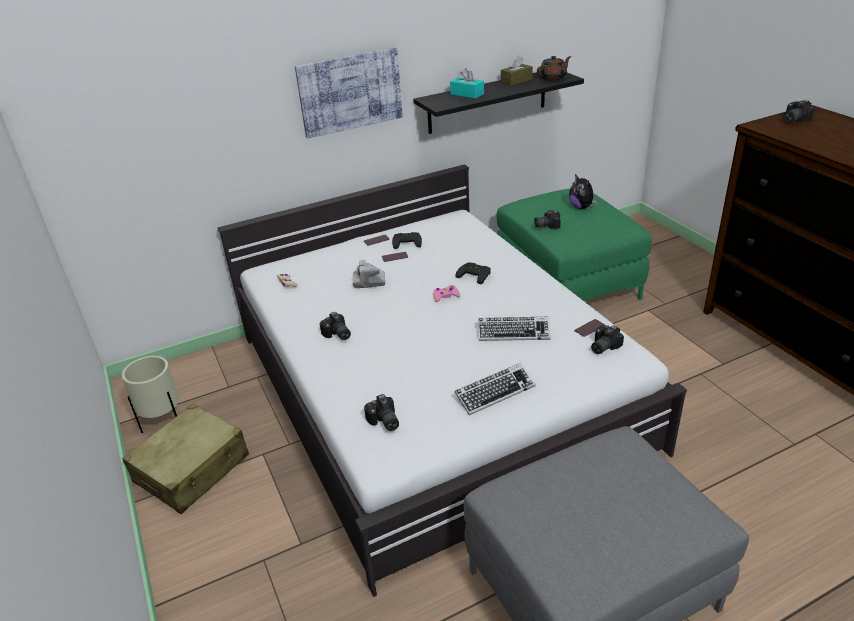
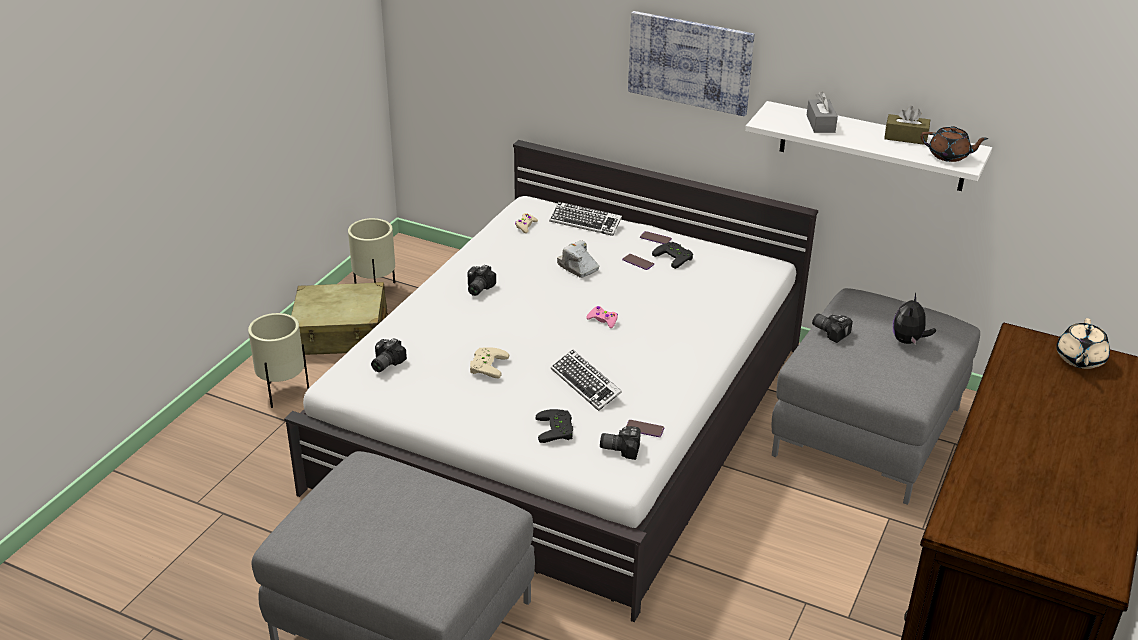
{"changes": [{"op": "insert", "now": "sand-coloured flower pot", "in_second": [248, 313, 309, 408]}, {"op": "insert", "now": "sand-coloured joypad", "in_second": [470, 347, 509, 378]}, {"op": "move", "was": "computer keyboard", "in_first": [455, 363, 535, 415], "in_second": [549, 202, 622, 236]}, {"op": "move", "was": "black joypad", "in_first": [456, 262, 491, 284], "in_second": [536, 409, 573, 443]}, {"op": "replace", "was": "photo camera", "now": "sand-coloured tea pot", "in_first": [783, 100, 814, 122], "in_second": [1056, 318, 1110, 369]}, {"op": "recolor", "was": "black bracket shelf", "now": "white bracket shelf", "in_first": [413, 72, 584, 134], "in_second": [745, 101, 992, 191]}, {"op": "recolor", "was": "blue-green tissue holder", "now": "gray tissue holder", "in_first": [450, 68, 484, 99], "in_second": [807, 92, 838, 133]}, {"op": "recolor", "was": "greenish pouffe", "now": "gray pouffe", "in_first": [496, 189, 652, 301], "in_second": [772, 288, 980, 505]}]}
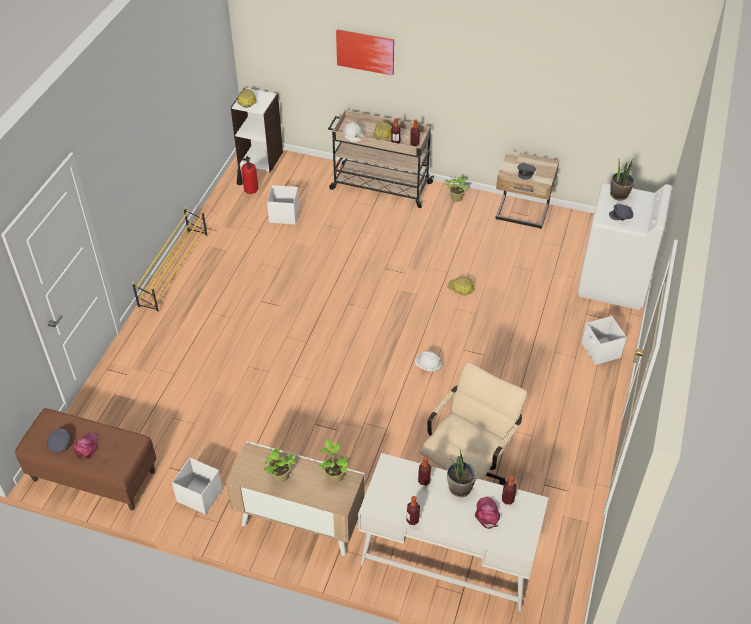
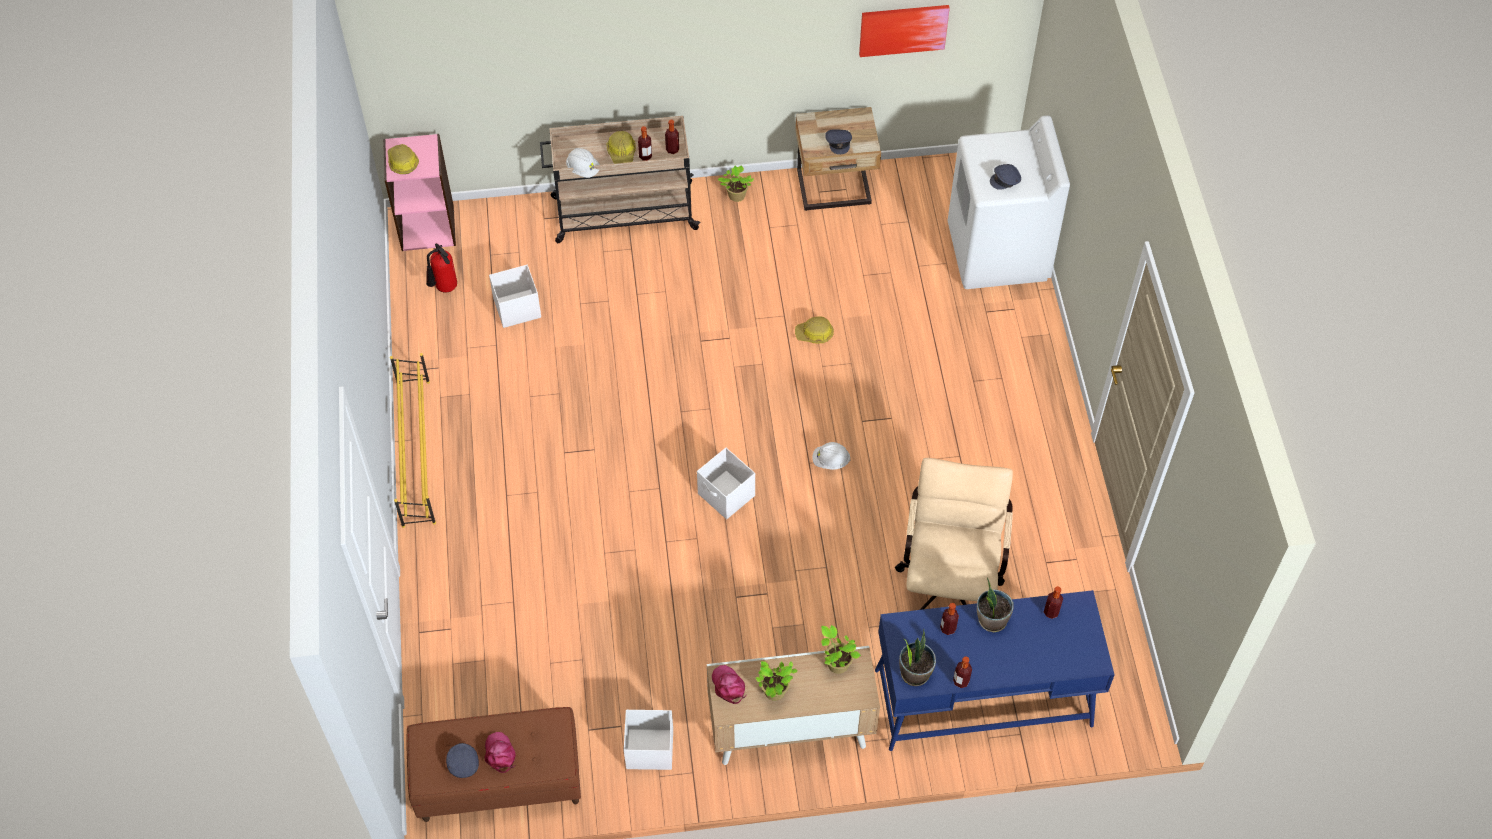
{"changes": [{"op": "move", "was": "wall art", "in_first": [336, 29, 394, 75], "in_second": [859, 5, 950, 57]}, {"op": "move", "was": "pink baseball cap", "in_first": [475, 497, 500, 529], "in_second": [712, 665, 747, 704]}, {"op": "move", "was": "white storage bin", "in_first": [582, 316, 627, 365], "in_second": [697, 448, 755, 519]}, {"op": "move", "was": "houseplant", "in_first": [610, 158, 635, 201], "in_second": [899, 629, 936, 686]}, {"op": "recolor", "was": "white bookshelf", "now": "pink bookshelf", "in_first": [231, 87, 283, 172], "in_second": [383, 134, 456, 251]}, {"op": "recolor", "was": "white desk", "now": "bluish desk", "in_first": [358, 453, 549, 612], "in_second": [875, 590, 1115, 751]}]}
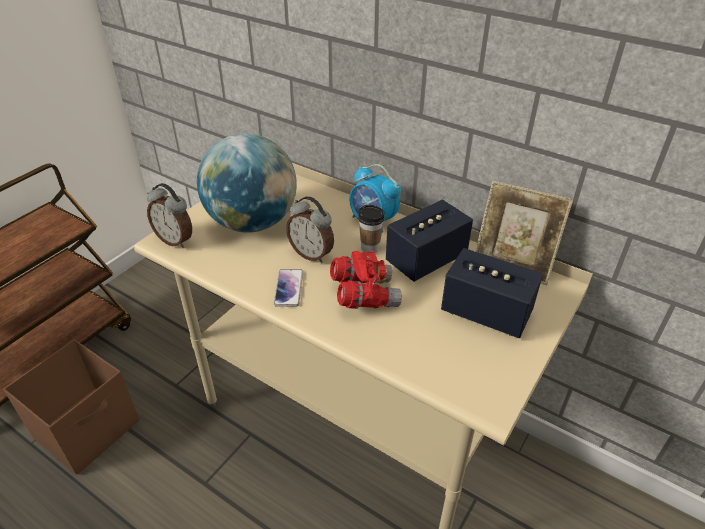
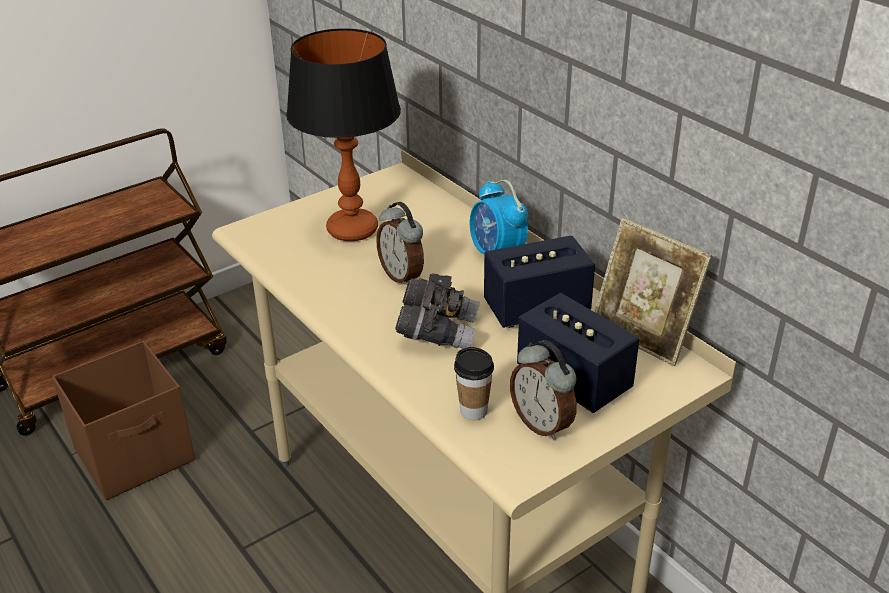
{"changes": [{"op": "delete", "was": "handset", "in_first": [274, 269, 303, 307]}, {"op": "move", "was": "alarm clock", "in_first": [147, 183, 192, 248], "in_second": [510, 340, 577, 440]}, {"op": "move", "was": "small cup", "in_first": [358, 205, 385, 253], "in_second": [454, 347, 494, 420]}, {"op": "replace", "was": "world globe", "now": "table lamp", "in_first": [197, 134, 297, 233], "in_second": [286, 28, 401, 241]}, {"op": "recolor", "was": "red pair of binoculars", "now": "gray pair of binoculars", "in_first": [330, 251, 402, 309], "in_second": [395, 273, 480, 349]}]}
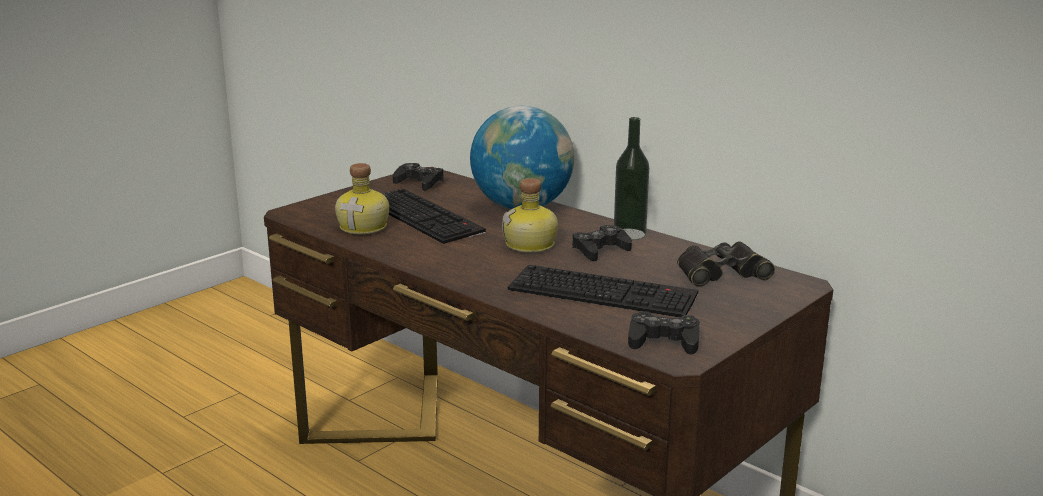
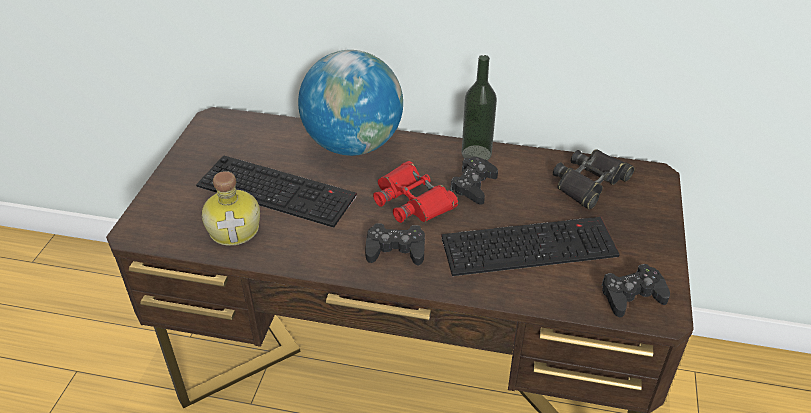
{"changes": [{"op": "move", "was": "black joypad", "in_first": [393, 163, 444, 191], "in_second": [365, 223, 425, 265]}, {"op": "replace", "was": "beverage bottle", "now": "red pair of binoculars", "in_first": [502, 178, 558, 253], "in_second": [373, 161, 458, 223]}]}
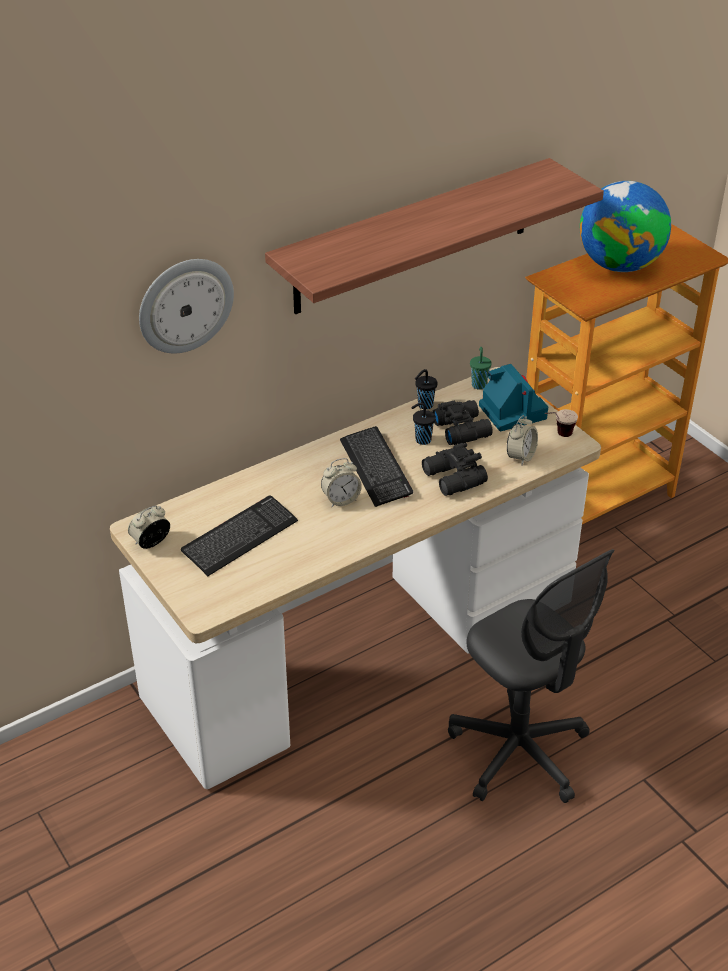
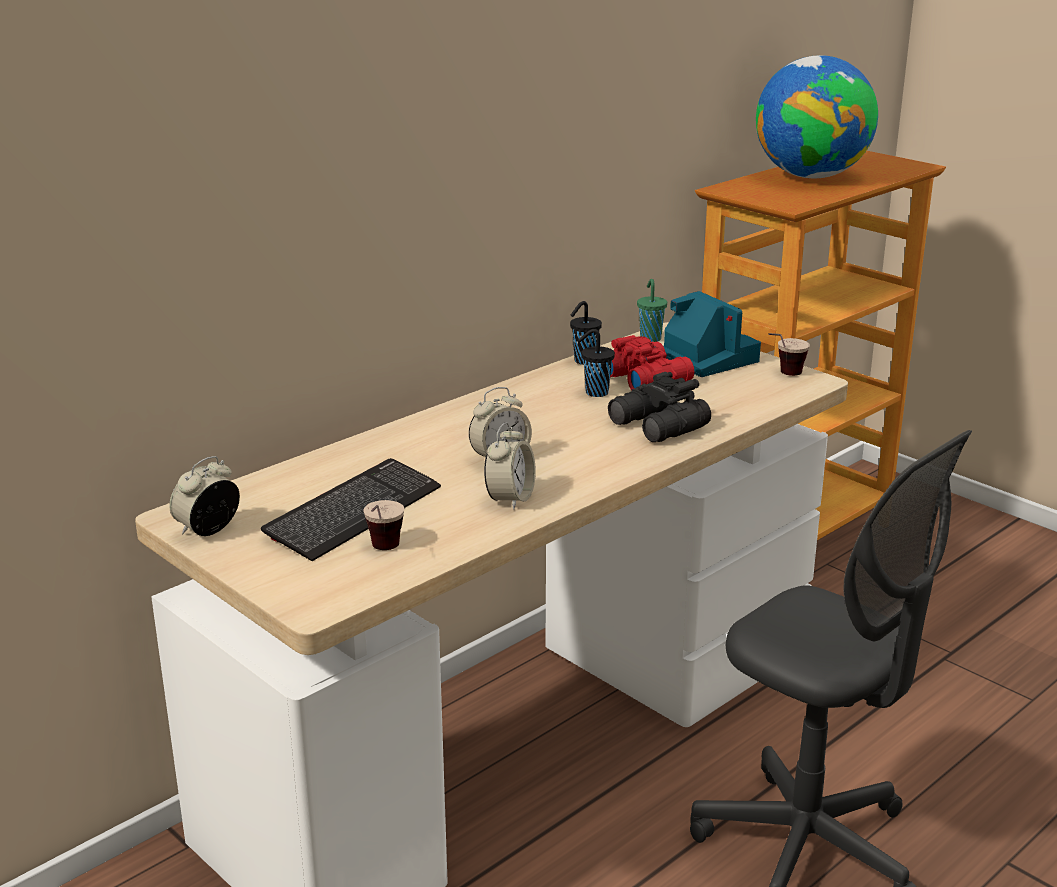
{"changes": [{"op": "delete", "was": "clock on the wall", "in_first": [139, 259, 234, 353]}, {"op": "delete", "was": "bracket shelf", "in_first": [265, 158, 604, 314]}, {"op": "delete", "was": "computer keyboard", "in_first": [340, 426, 413, 507]}, {"op": "insert", "now": "small cup", "in_second": [363, 500, 404, 550]}, {"op": "move", "was": "alarm clock", "in_first": [507, 415, 538, 465], "in_second": [484, 422, 536, 510]}, {"op": "recolor", "was": "black pair of binoculars", "now": "red pair of binoculars", "in_first": [432, 400, 493, 445], "in_second": [610, 335, 694, 390]}]}
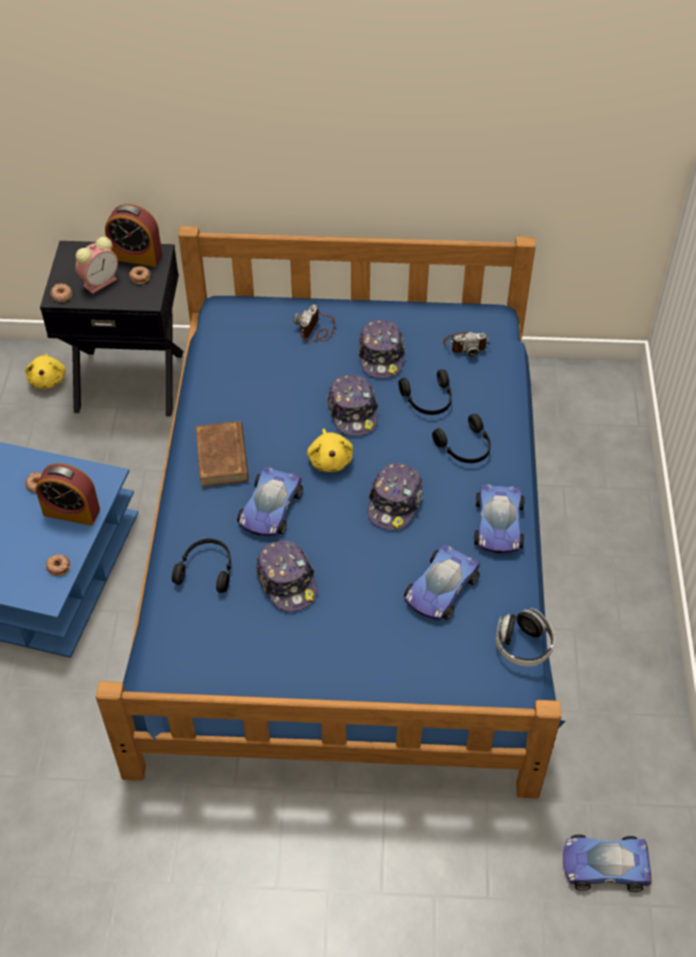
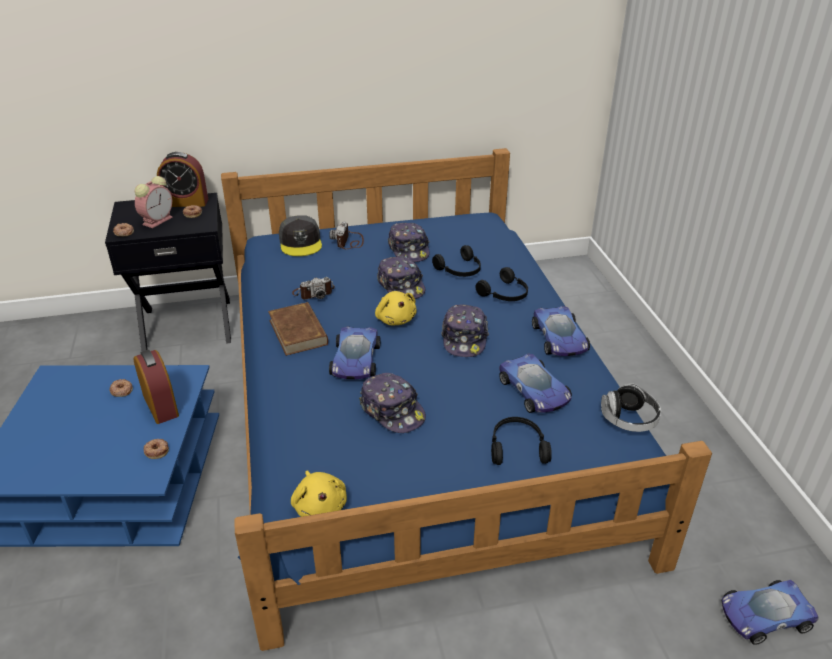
{"changes": [{"op": "insert", "now": "gray baseball cap", "in_second": [279, 215, 322, 256]}, {"op": "move", "was": "yellow cuddly toy", "in_first": [25, 354, 66, 389], "in_second": [291, 470, 347, 517]}, {"op": "move", "was": "black headset", "in_first": [172, 539, 231, 593], "in_second": [491, 417, 552, 465]}, {"op": "move", "was": "photo camera", "in_first": [443, 332, 490, 357], "in_second": [292, 277, 335, 299]}, {"op": "rotate", "was": "alarm clock", "in_first": [36, 463, 100, 526], "in_second": [134, 350, 179, 424], "clockwise": -120}, {"op": "rotate", "was": "model car", "in_first": [404, 544, 480, 620], "in_second": [499, 354, 572, 413], "clockwise": -45}]}
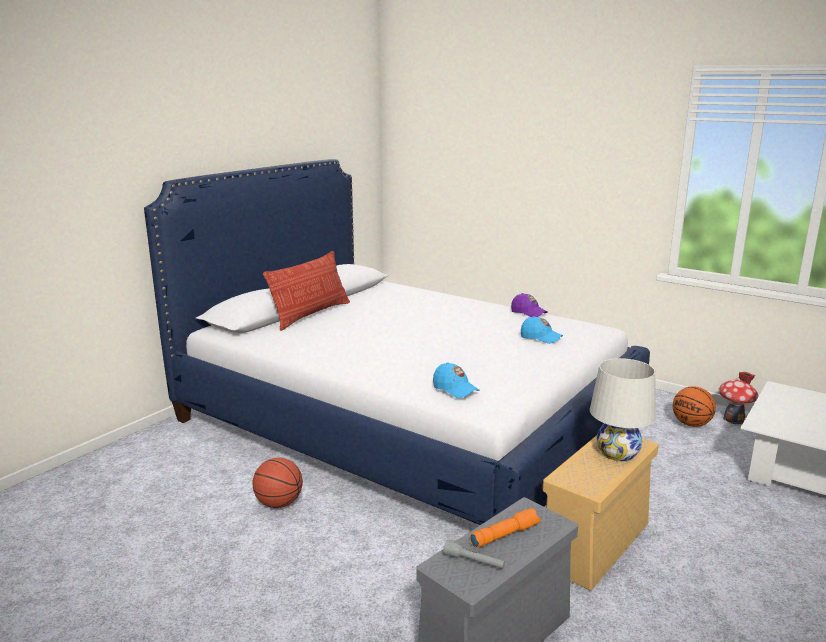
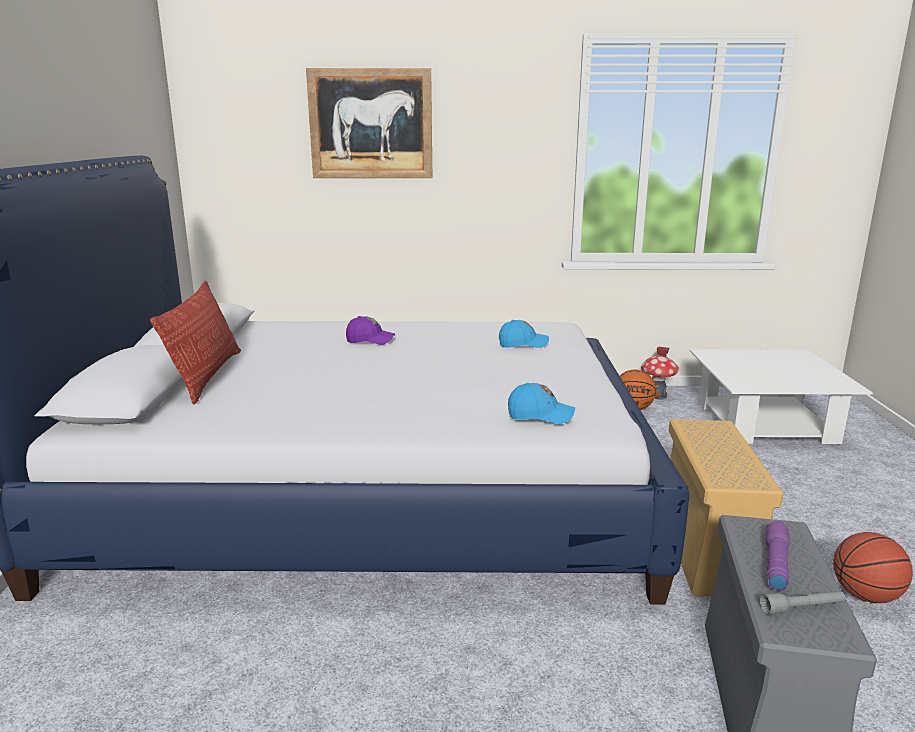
{"changes": [{"op": "delete", "was": "white table lamp", "in_first": [590, 358, 656, 461]}, {"op": "insert", "now": "wall art", "in_second": [306, 68, 432, 178]}, {"op": "move", "was": "basketball", "in_first": [253, 458, 303, 508], "in_second": [833, 532, 913, 603]}, {"op": "move", "was": "purple-coloured baseball cap", "in_first": [511, 293, 548, 317], "in_second": [346, 316, 395, 345]}, {"op": "recolor", "was": "orange torch", "now": "purple-coloured torch", "in_first": [470, 508, 540, 548], "in_second": [766, 521, 790, 591]}]}
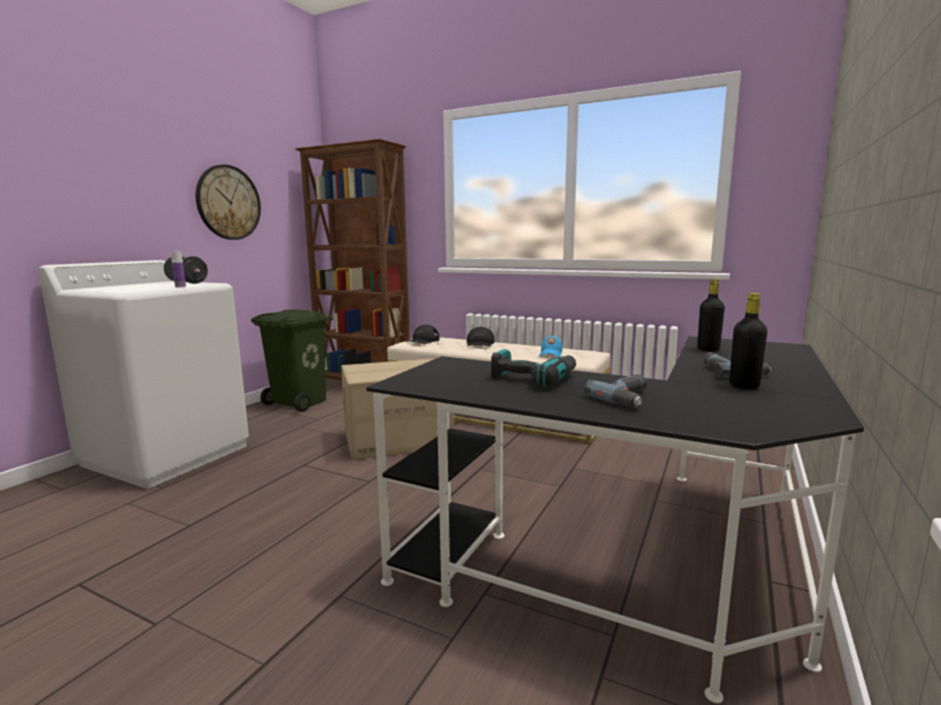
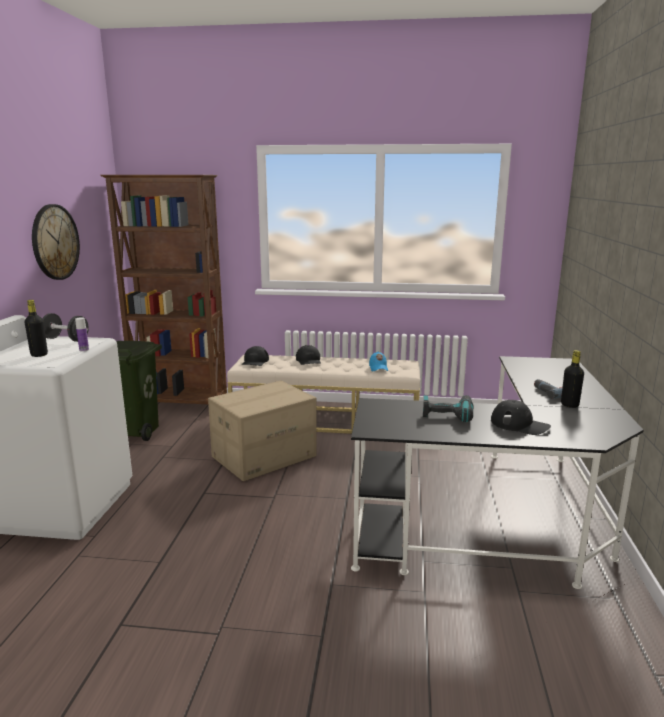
{"changes": [{"op": "move", "was": "black beverage bottle", "in_first": [697, 279, 725, 351], "in_second": [24, 300, 48, 357]}, {"op": "replace", "was": "electric drill", "now": "black baseball cap", "in_first": [584, 375, 647, 408], "in_second": [491, 400, 551, 435]}]}
